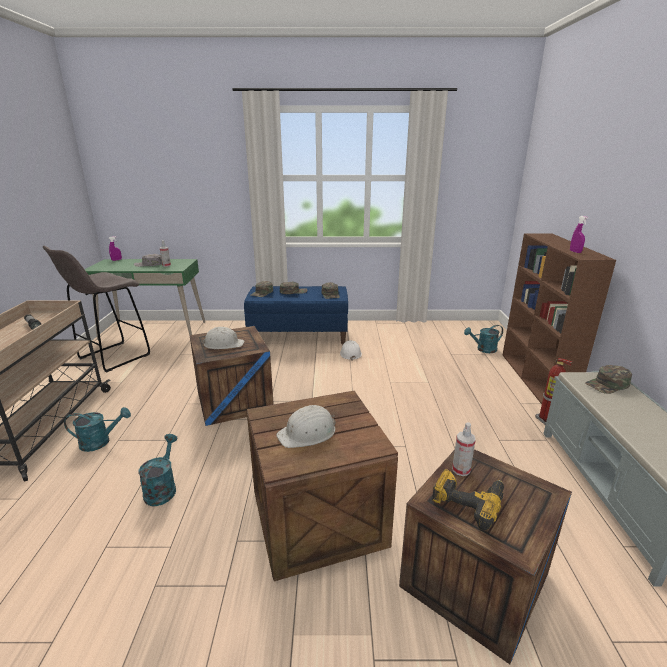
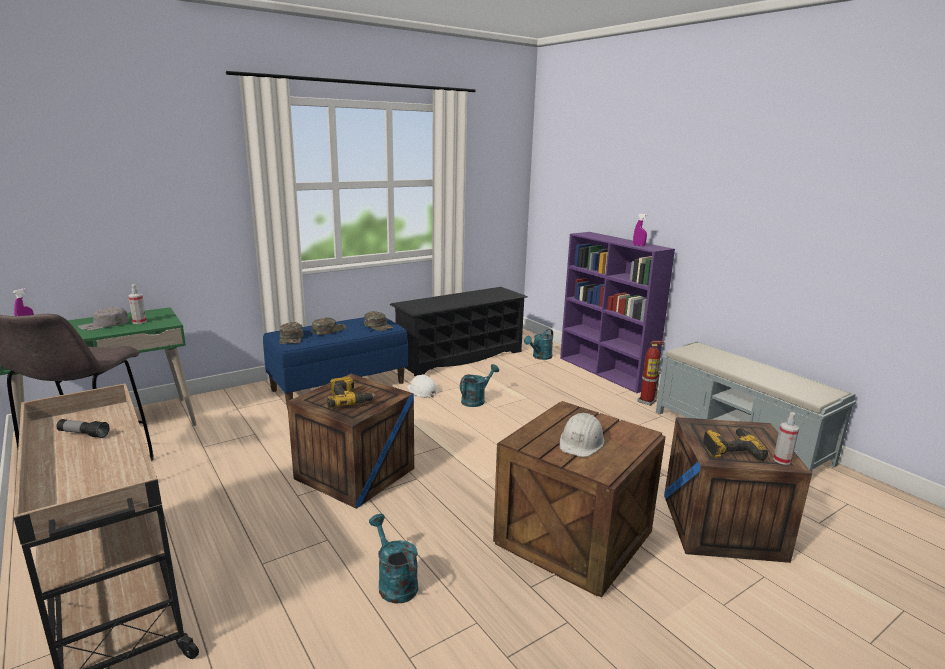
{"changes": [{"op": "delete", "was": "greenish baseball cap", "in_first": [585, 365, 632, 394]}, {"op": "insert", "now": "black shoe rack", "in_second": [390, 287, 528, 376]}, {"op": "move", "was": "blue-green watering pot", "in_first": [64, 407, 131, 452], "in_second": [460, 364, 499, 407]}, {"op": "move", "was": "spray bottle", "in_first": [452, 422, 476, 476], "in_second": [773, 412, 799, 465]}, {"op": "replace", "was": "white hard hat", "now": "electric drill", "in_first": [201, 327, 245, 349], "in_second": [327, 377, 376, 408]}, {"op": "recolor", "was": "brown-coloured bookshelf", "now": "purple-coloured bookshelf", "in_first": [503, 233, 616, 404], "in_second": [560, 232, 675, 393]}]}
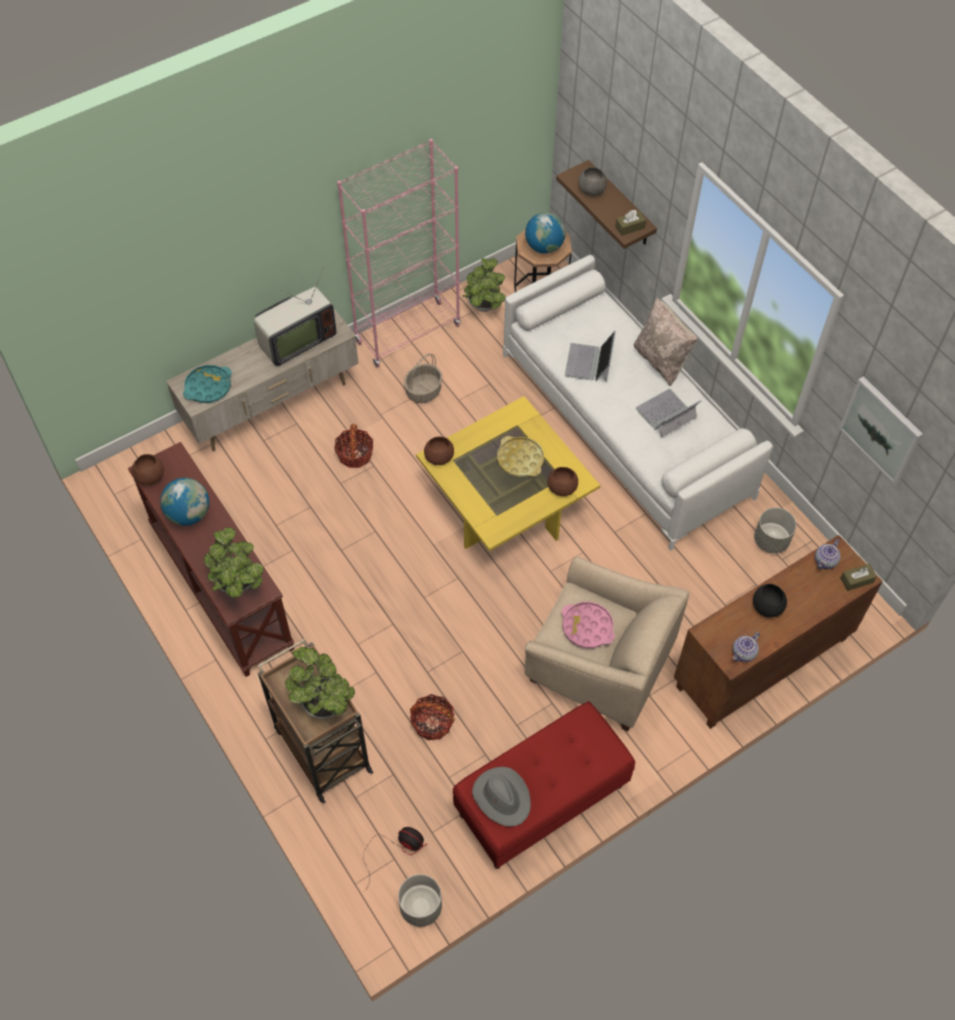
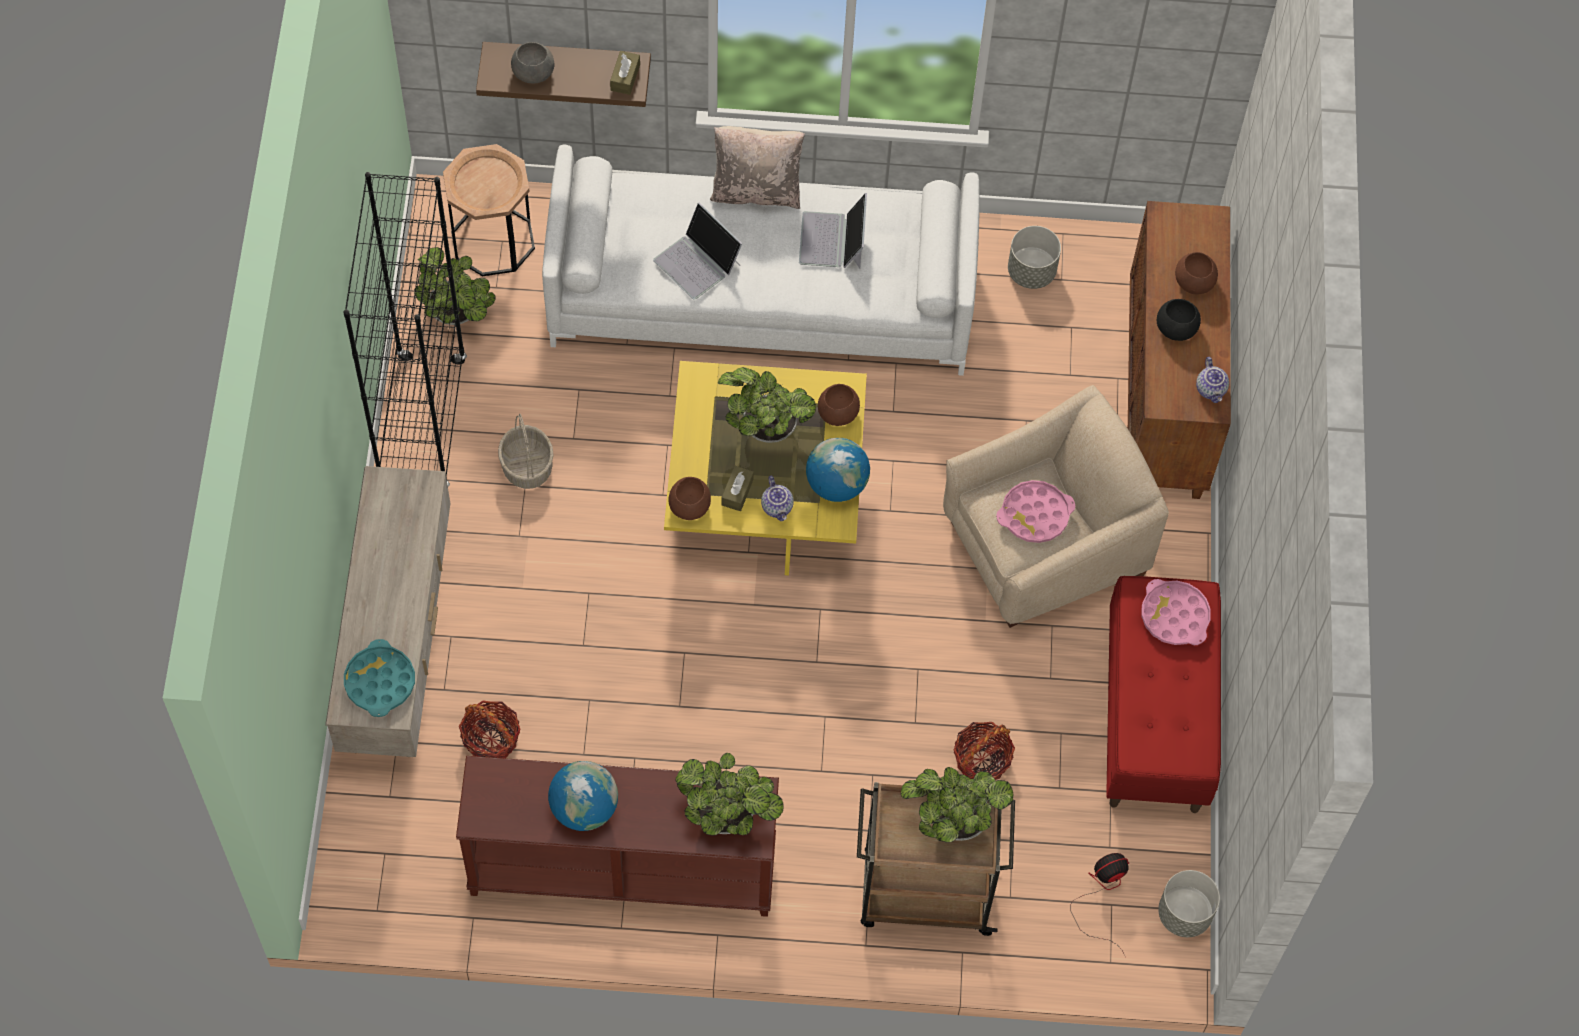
{"changes": [{"op": "delete", "was": "TV set", "in_first": [254, 267, 336, 366]}, {"op": "delete", "was": "gray hat", "in_first": [472, 767, 531, 827]}, {"op": "delete", "was": "wall art", "in_first": [839, 376, 923, 485]}, {"op": "insert", "now": "pink tray", "in_second": [1141, 579, 1211, 645]}, {"op": "move", "was": "brown-coloured bowl", "in_first": [132, 454, 164, 485], "in_second": [1175, 252, 1218, 294]}, {"op": "move", "was": "household basket", "in_first": [334, 424, 373, 468], "in_second": [459, 700, 521, 758]}, {"op": "move", "was": "world globe", "in_first": [525, 212, 566, 254], "in_second": [806, 438, 870, 502]}, {"op": "move", "was": "tea pot", "in_first": [815, 539, 840, 569], "in_second": [761, 476, 794, 521]}, {"op": "move", "was": "brown-coloured tissue holder", "in_first": [840, 564, 877, 591], "in_second": [721, 466, 754, 511]}, {"op": "replace", "was": "yellow tray", "now": "houseplant", "in_first": [497, 436, 544, 477], "in_second": [718, 367, 816, 443]}, {"op": "recolor", "was": "pink bookshelf", "now": "black bookshelf", "in_first": [337, 139, 461, 367], "in_second": [343, 172, 467, 487]}]}
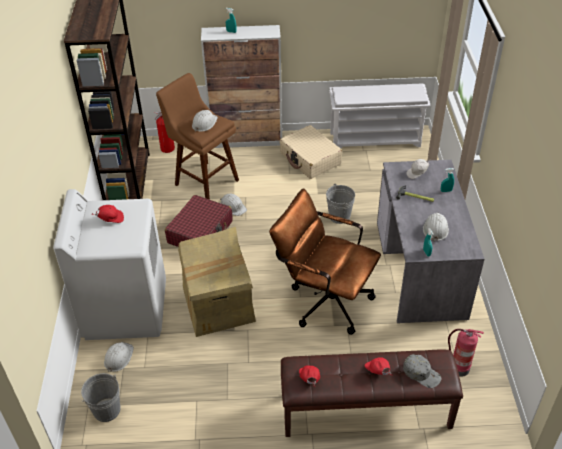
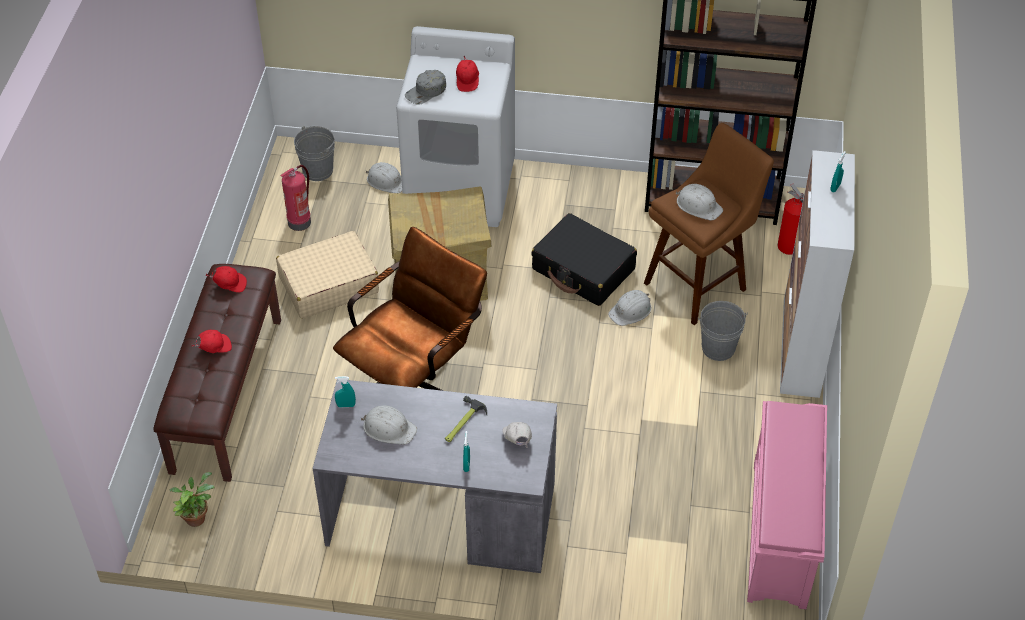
{"changes": [{"op": "insert", "now": "houseplant", "in_second": [169, 472, 214, 527]}, {"op": "move", "was": "sand-coloured suitcase", "in_first": [280, 125, 342, 179], "in_second": [276, 231, 379, 319]}, {"op": "move", "was": "gray bucket", "in_first": [326, 184, 355, 224], "in_second": [698, 301, 748, 361]}, {"op": "move", "was": "gray baseball cap", "in_first": [403, 354, 441, 388], "in_second": [405, 70, 446, 105]}, {"op": "move", "was": "fire extinguisher", "in_first": [448, 329, 484, 376], "in_second": [281, 165, 311, 231]}, {"op": "recolor", "was": "red suitcase", "now": "black suitcase", "in_first": [165, 195, 233, 247], "in_second": [531, 213, 637, 306]}, {"op": "recolor", "was": "white shoe rack", "now": "pink shoe rack", "in_first": [329, 84, 431, 148], "in_second": [747, 401, 827, 609]}]}
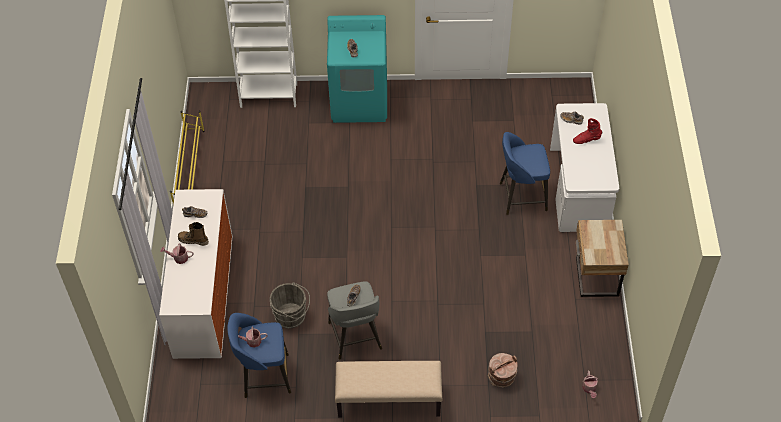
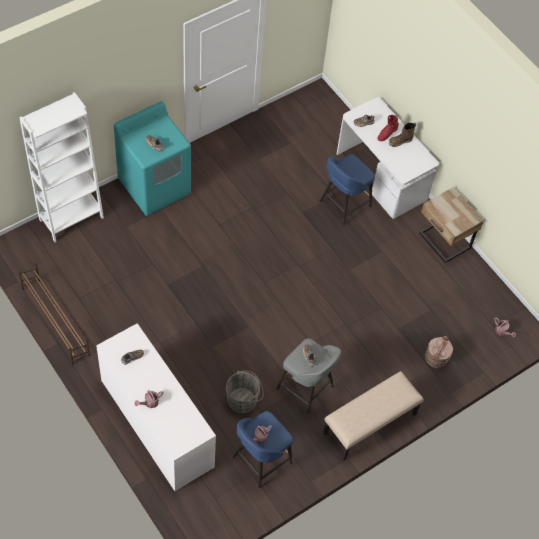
{"changes": [{"op": "move", "was": "boot", "in_first": [178, 222, 209, 246], "in_second": [389, 123, 416, 147]}, {"op": "recolor", "was": "yellow shoe rack", "now": "brown-coloured shoe rack", "in_first": [170, 111, 205, 204], "in_second": [19, 263, 90, 365]}]}
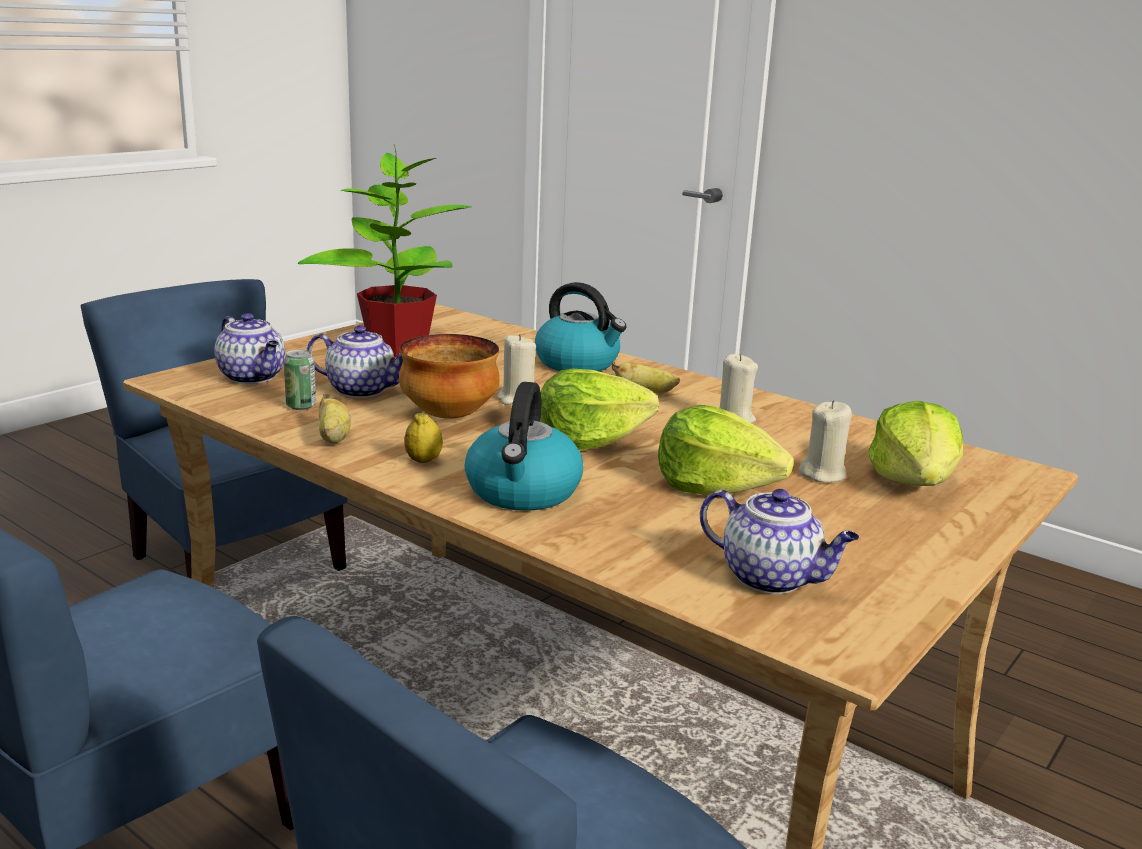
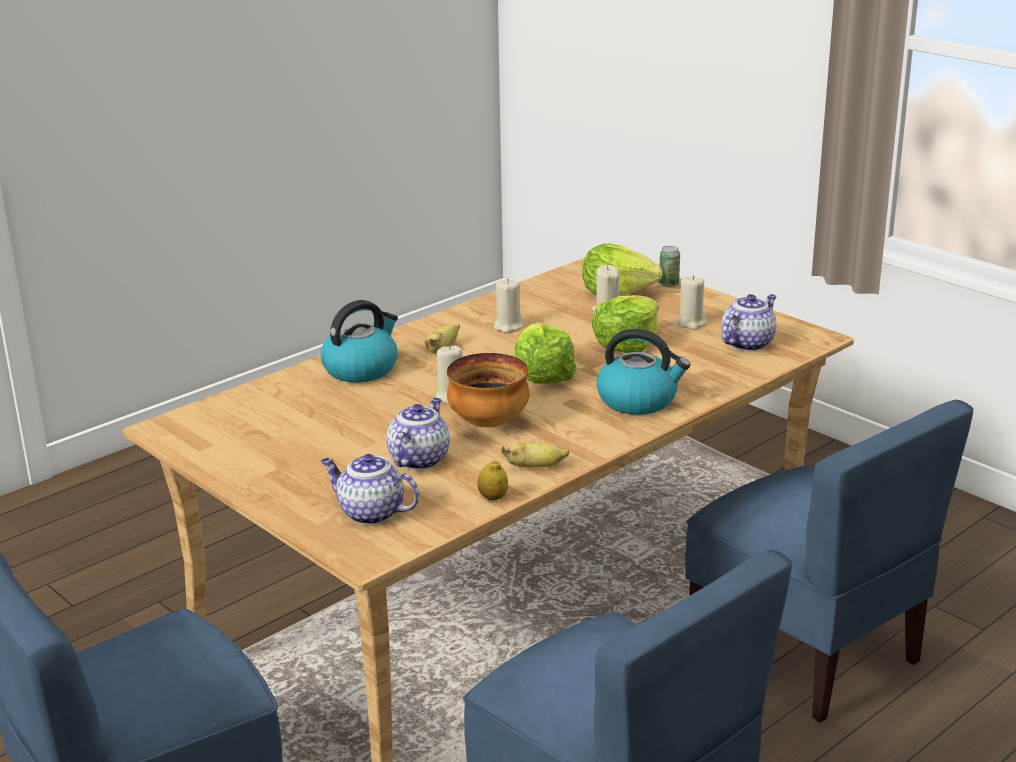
{"changes": [{"op": "delete", "was": "houseplant", "in_first": [297, 145, 471, 358]}, {"op": "insert", "now": "sand-coloured candle", "in_second": [676, 275, 707, 330]}, {"op": "move", "was": "can", "in_first": [284, 350, 316, 410], "in_second": [659, 246, 680, 287]}, {"op": "move", "was": "citrus fruit", "in_first": [404, 412, 443, 463], "in_second": [478, 460, 508, 500]}, {"op": "rotate", "was": "tea pot", "in_first": [214, 313, 285, 384], "in_second": [321, 454, 419, 525], "clockwise": -120}]}
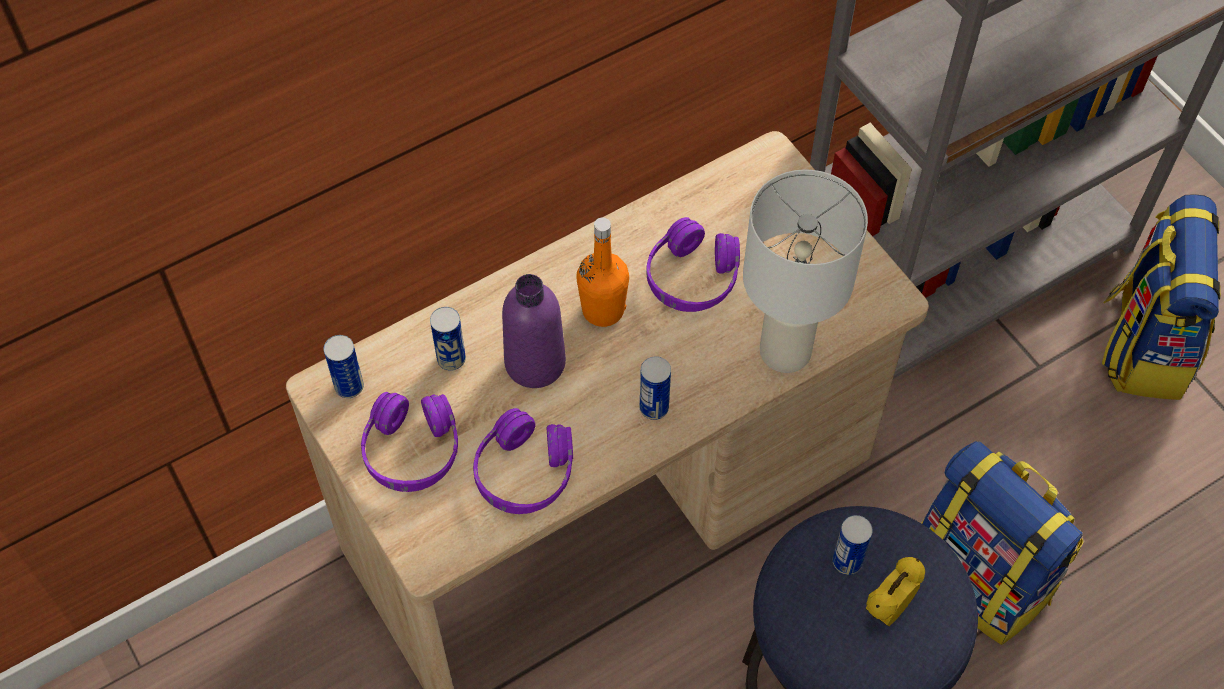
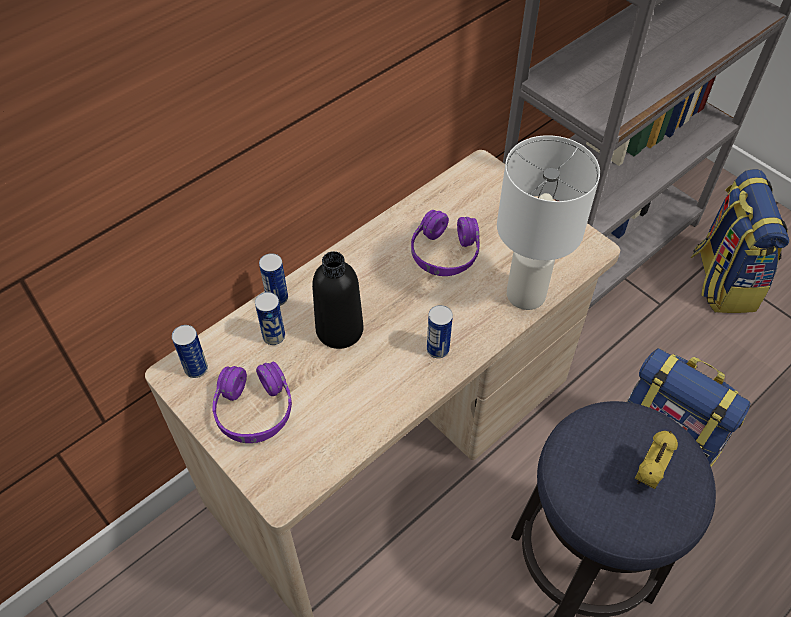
{"changes": [{"op": "delete", "was": "purple-coloured headset", "in_first": [473, 408, 573, 514]}, {"op": "delete", "was": "orange beverage bottle", "in_first": [576, 218, 629, 327]}, {"op": "move", "was": "can", "in_first": [833, 515, 873, 575], "in_second": [259, 253, 288, 306]}, {"op": "recolor", "was": "purple-coloured beverage bottle", "now": "black beverage bottle", "in_first": [502, 274, 566, 388], "in_second": [312, 251, 363, 349]}]}
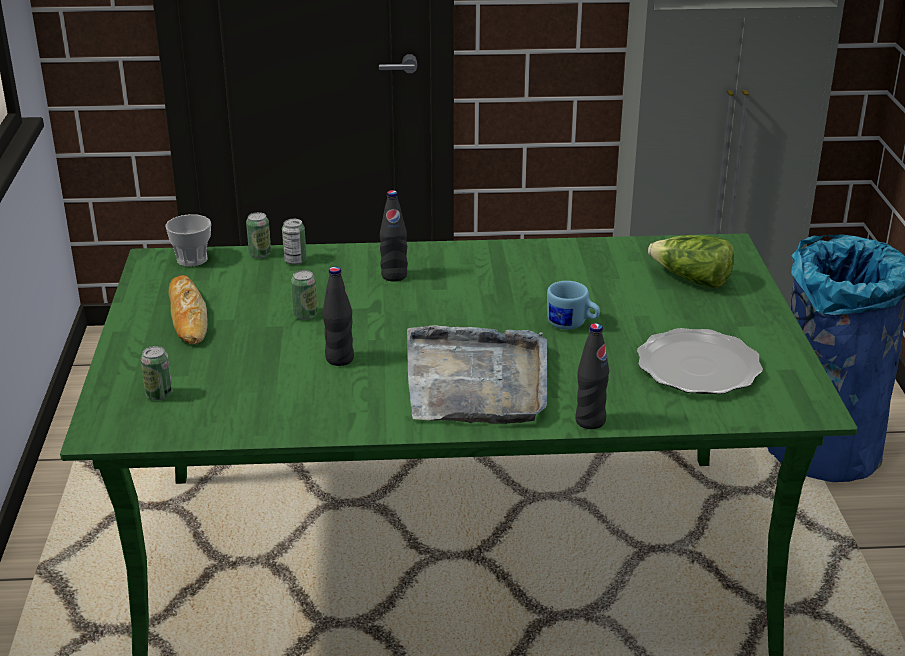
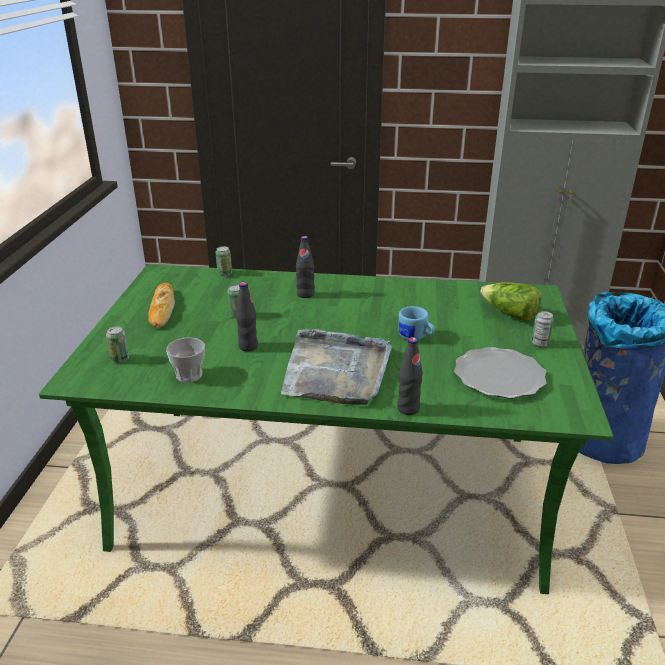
{"changes": [{"op": "move", "was": "small cup", "in_first": [165, 214, 211, 267], "in_second": [166, 337, 205, 383]}, {"op": "move", "was": "can", "in_first": [282, 219, 307, 265], "in_second": [531, 311, 554, 347]}]}
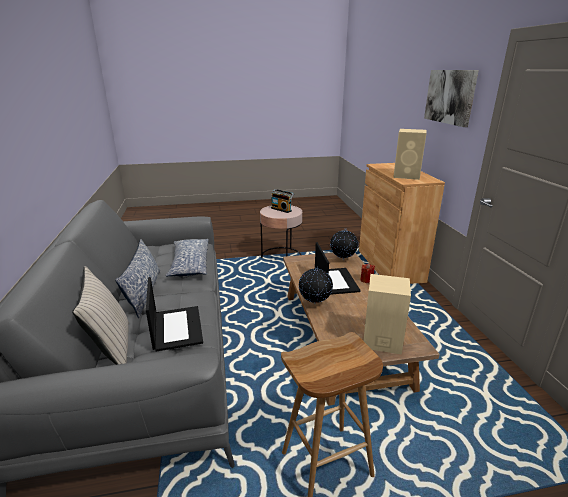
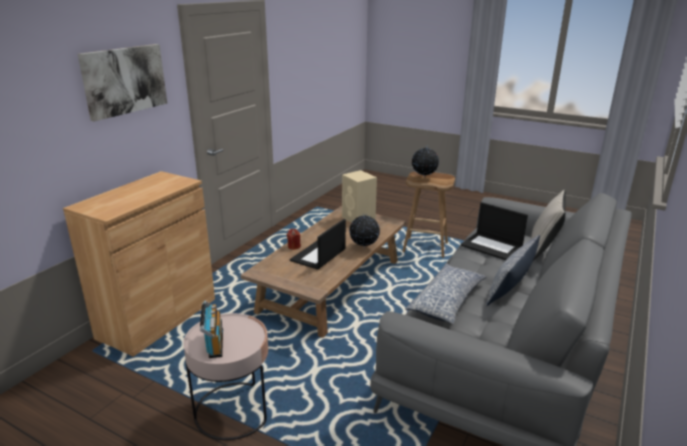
{"changes": [{"op": "delete", "was": "sand-coloured speaker", "in_first": [393, 129, 427, 180]}, {"op": "move", "was": "world globe", "in_first": [330, 228, 358, 260], "in_second": [412, 145, 439, 178]}, {"op": "rotate", "was": "portable computer", "in_first": [146, 277, 203, 352], "in_second": [461, 202, 528, 260], "clockwise": -75}]}
